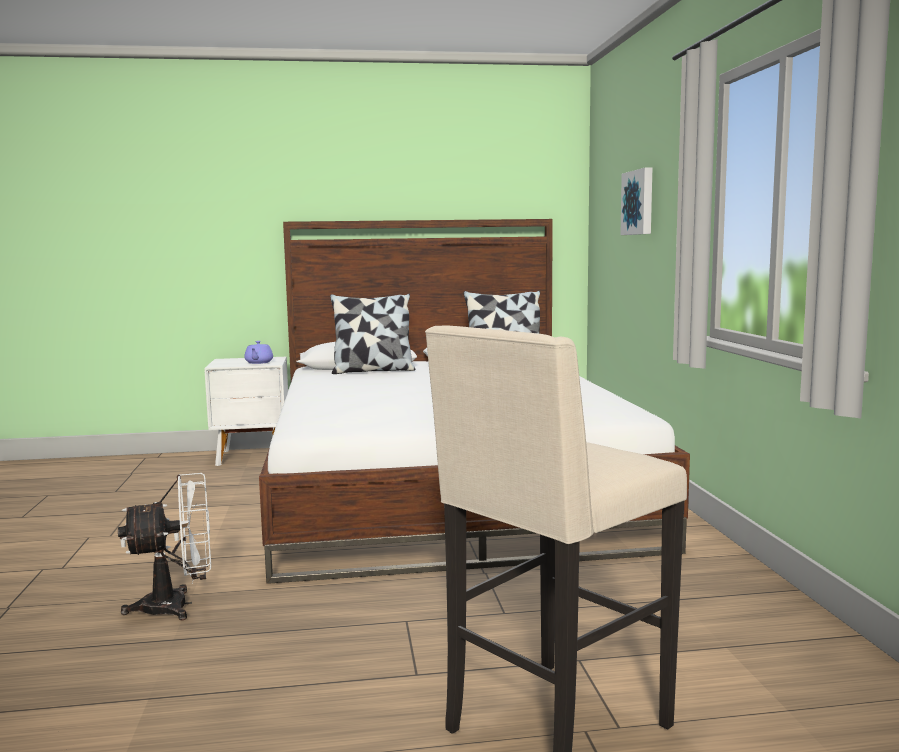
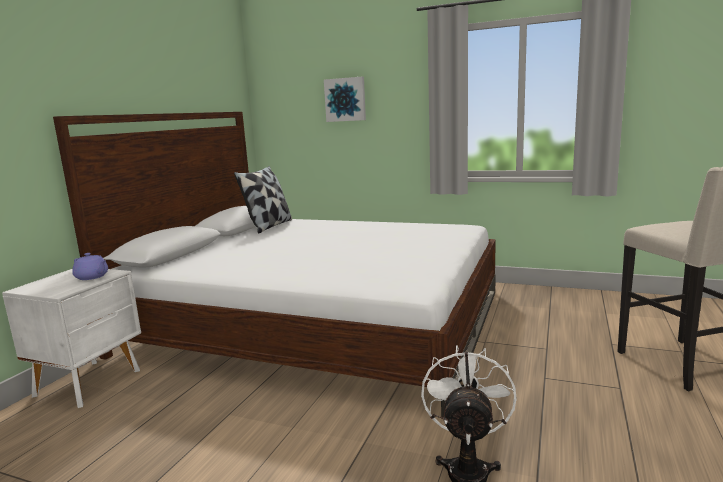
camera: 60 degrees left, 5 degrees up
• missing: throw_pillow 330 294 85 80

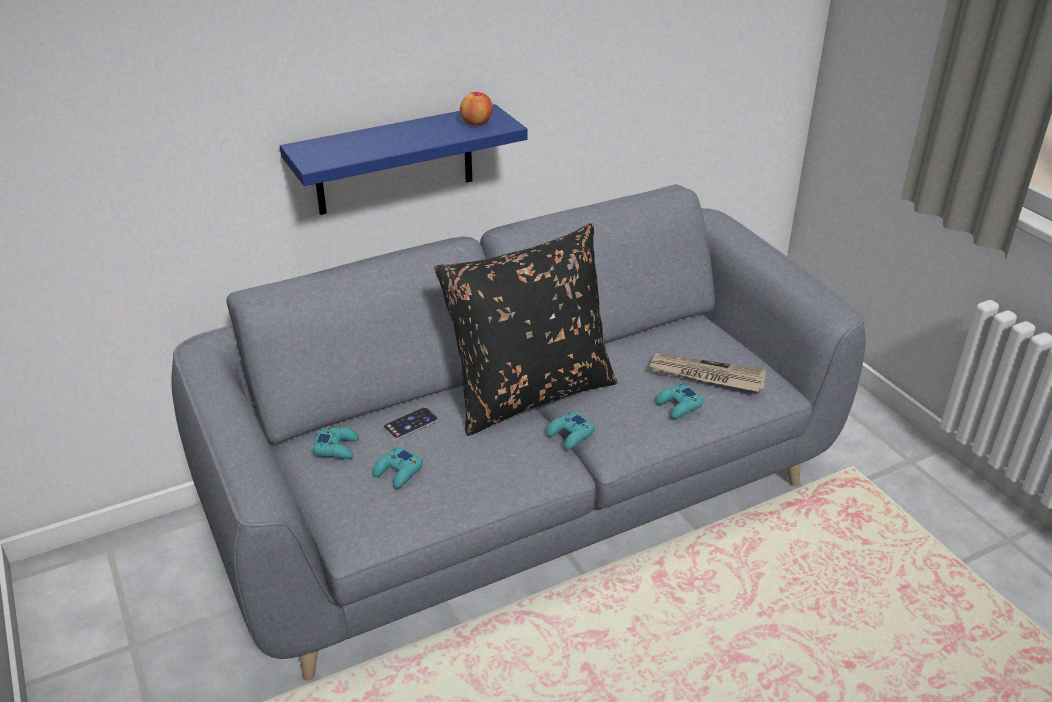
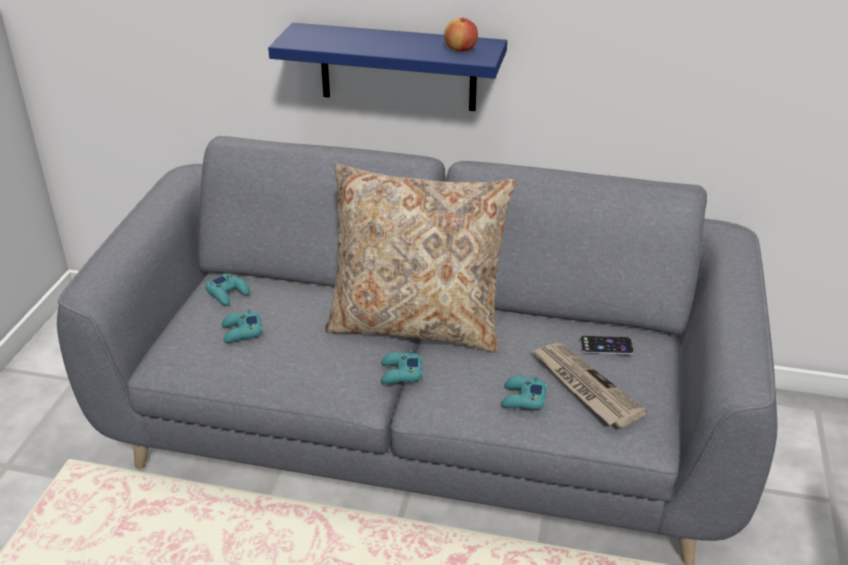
camera: 40 degrees right, 0 degrees up
• relocated: telephone 383 407 55 32 to 580 336 54 19
• colour: blackish_throw_pillow 434 223 183 213 to sand-coloured_throw_pillow 325 164 191 189

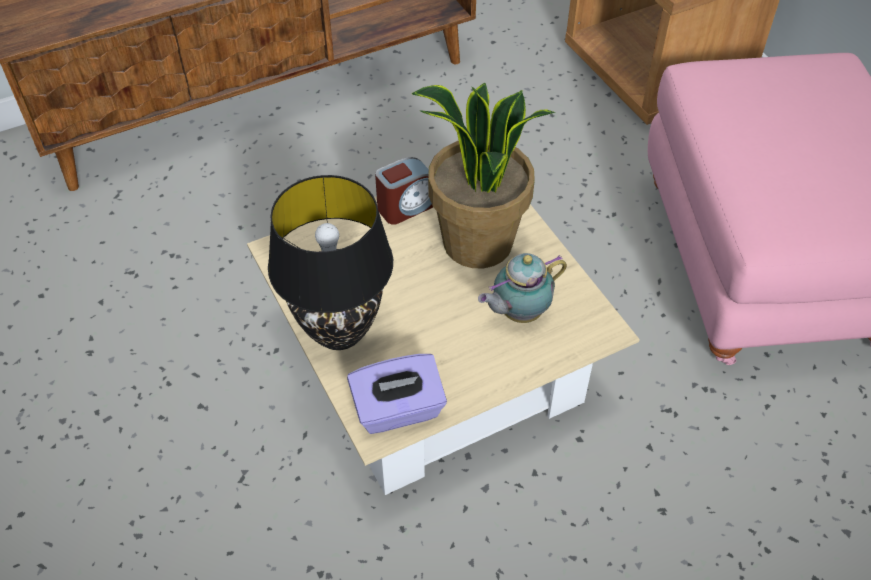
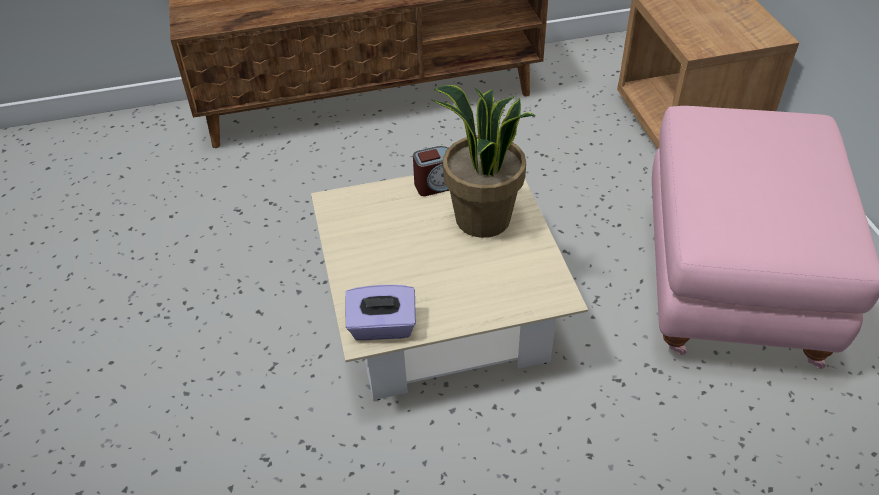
camera: 15 degrees right, 5 degrees down
• missing: blackish_lamp_for_a_table 268 175 125 175
• missing: teapot 478 253 89 70

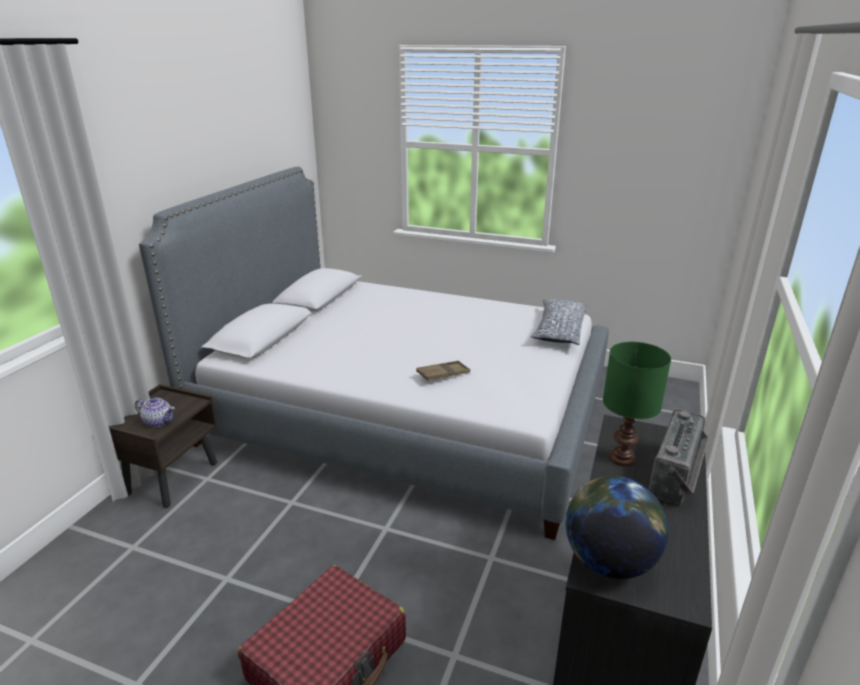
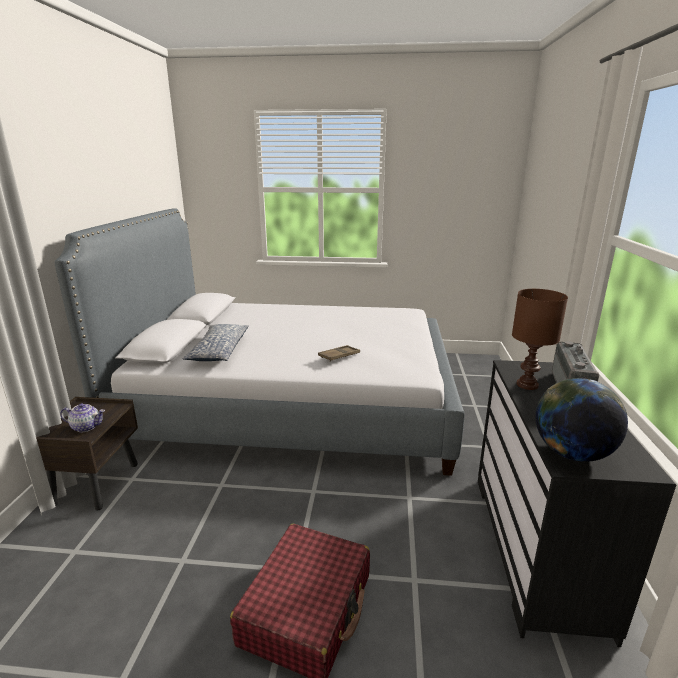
camera: 15 degrees left, 5 degrees down
• relocated: throw_pillow 531 299 56 46 to 182 324 67 37
• colour: green-coloured_lamp_for_a_table 603 342 68 124 to brown-coloured_lamp_for_a_table 512 289 56 101

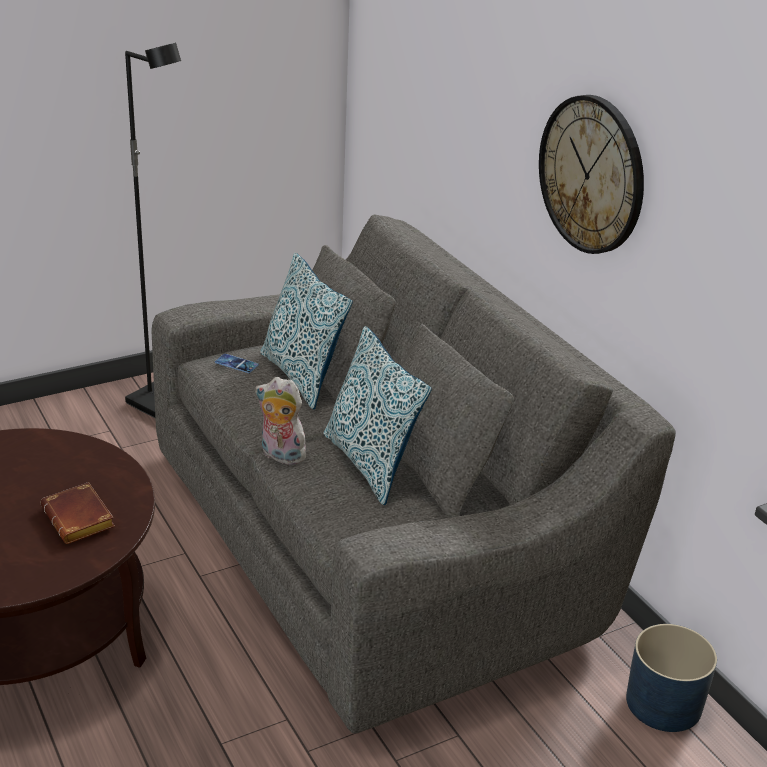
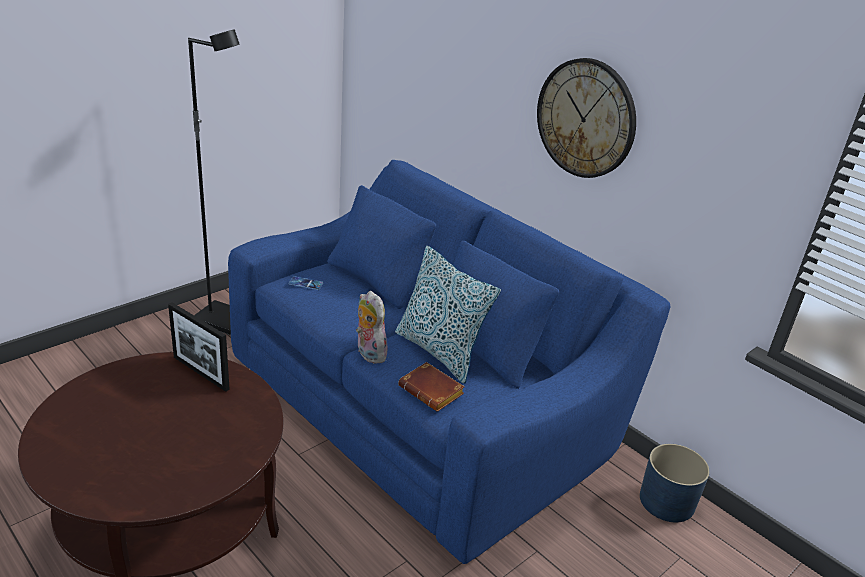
camera: 15 degrees left, 0 degrees up
• relocated: brown-coloured_book 41 482 74 62 to 398 362 67 49
• colour: gray_couch 151 215 525 518 to blue_couch 228 160 443 404
• spun: cuddly_toy 255 377 51 88 = 356 291 31 73 45 degrees clockwise
• missing: throw_pillow 260 253 93 156
• appeared: picture_frame 168 302 62 90

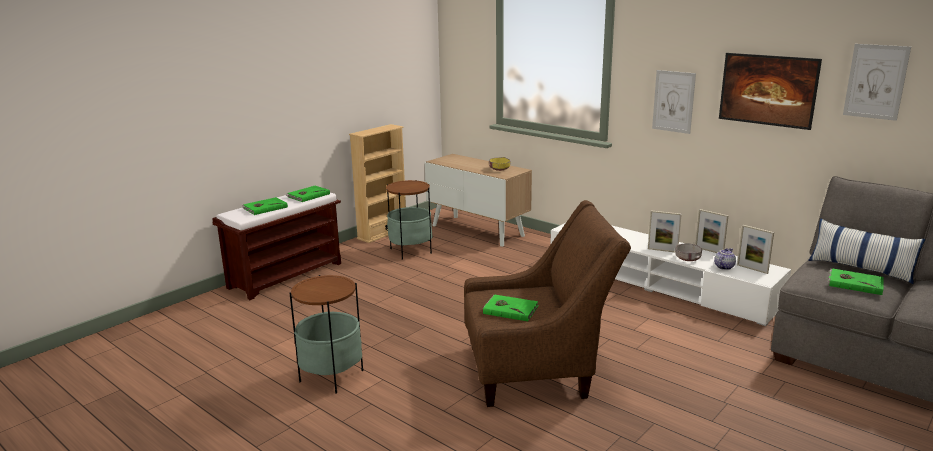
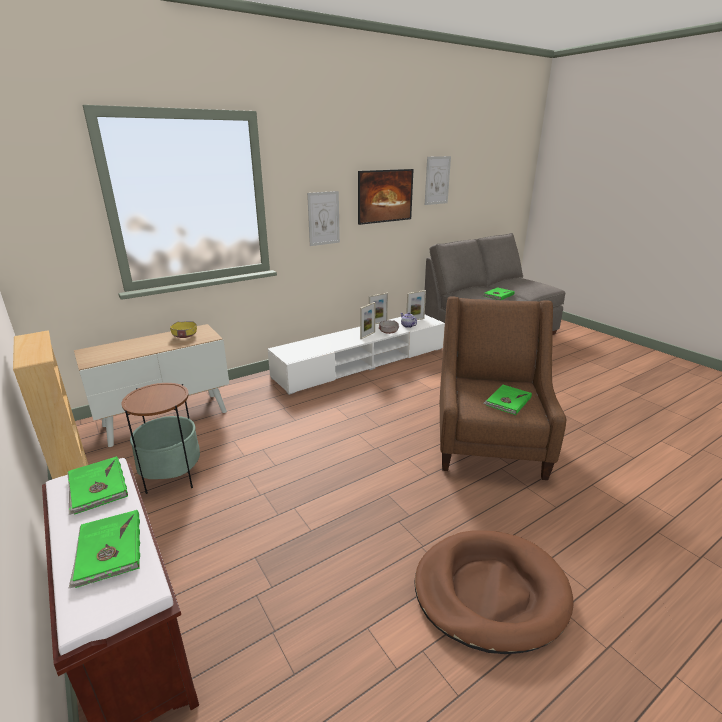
camera: 75 degrees left, 5 degrees up
• exchanged: accent_table 290 275 74 119 to brown-coloured_dog_bed 415 530 158 124
• missing: throw_pillow 808 218 117 66

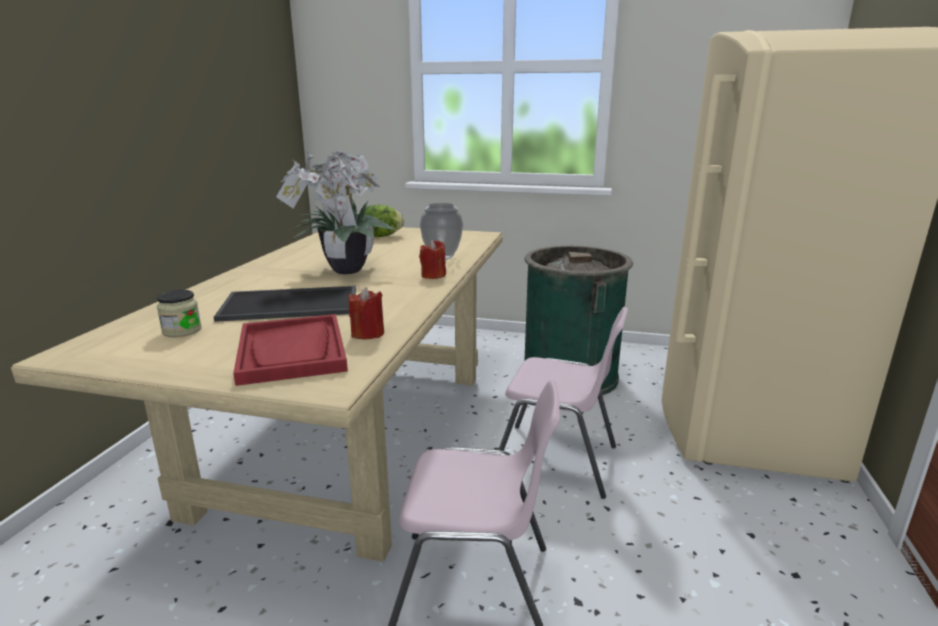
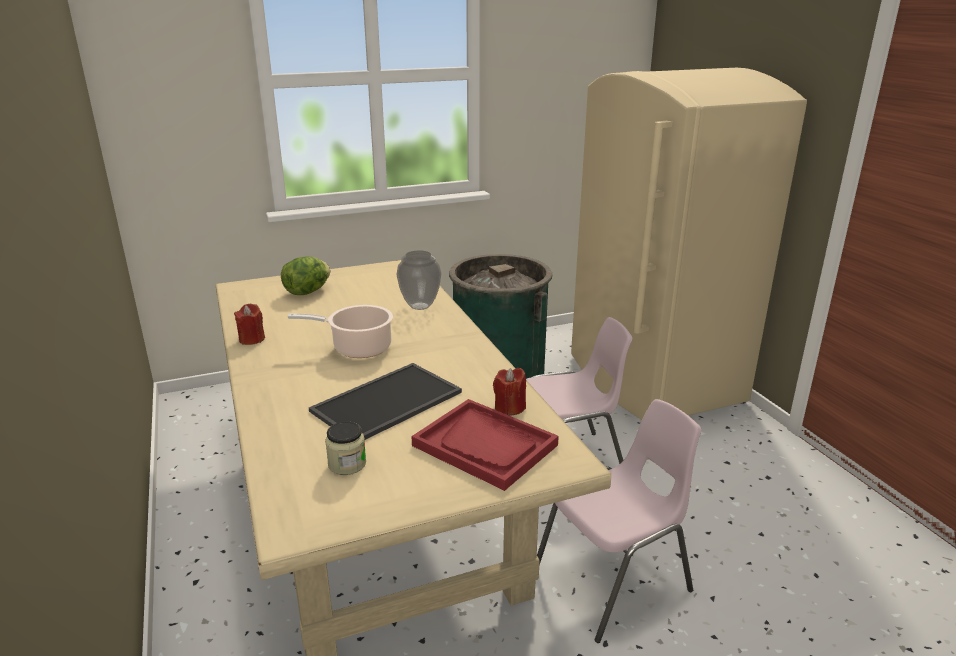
camera: 35 degrees left, 5 degrees up
• exchanged: plant_in_a_pot 276 148 120 126 to cooking_pot 288 305 105 53
• relocated: red-coloured_wax_light 419 240 27 39 to 234 304 31 41

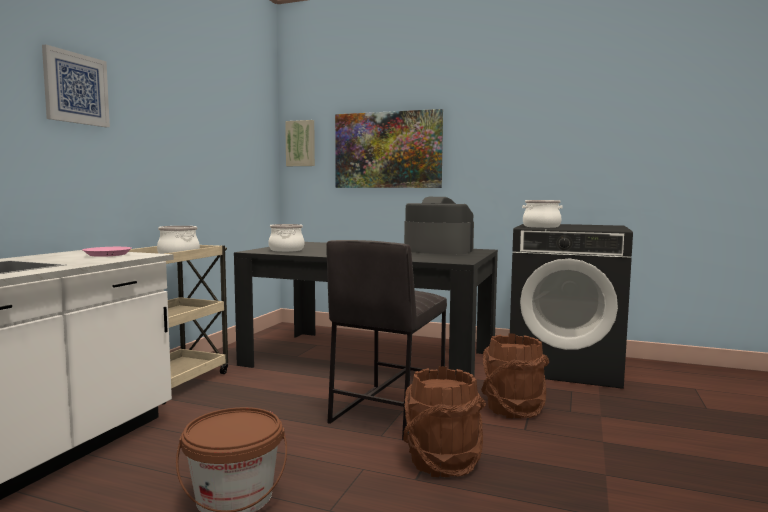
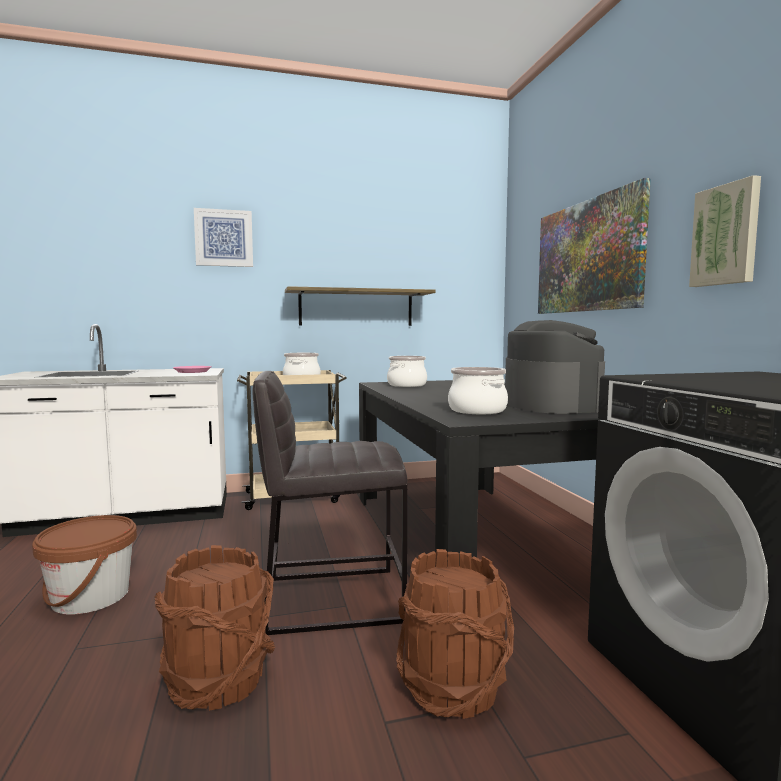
camera: 55 degrees right, 0 degrees up
• relocated: wall_picture 285 120 30 46 to 689 175 72 112
• relocated: cooking_pot 522 200 41 28 to 448 367 60 47
• appeared: wall_shelf 285 286 151 40

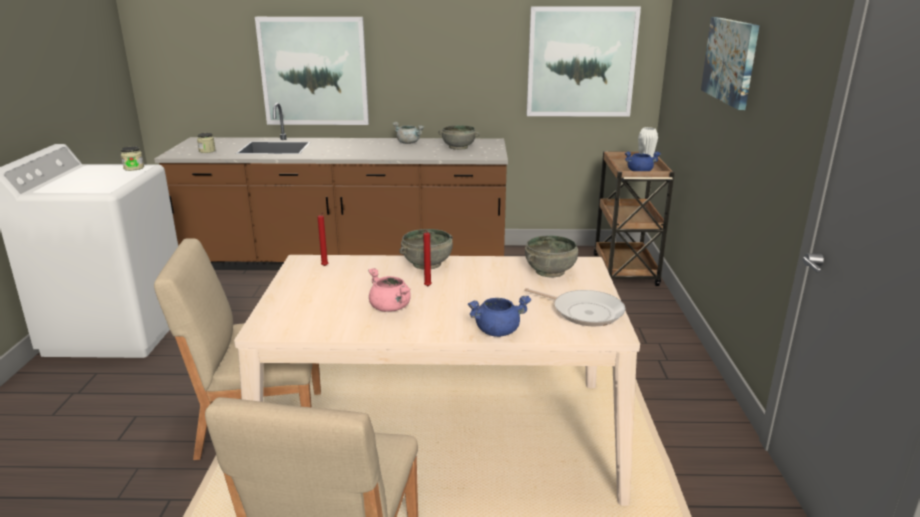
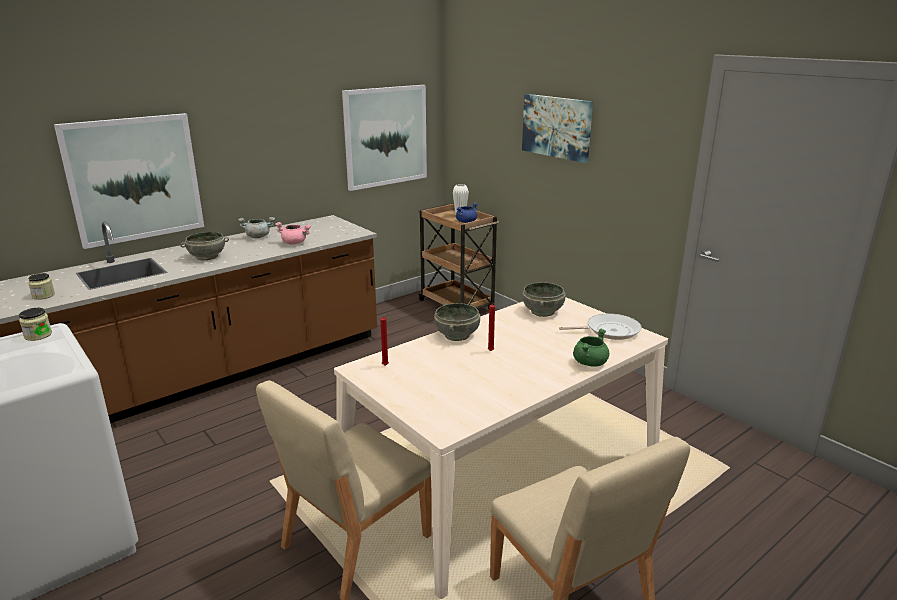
camera: 40 degrees left, 0 degrees up
• relocated: pink_cooking_pot 368 268 43 44 to 275 222 36 23
• relocated: gray_deep_dish 438 125 42 25 to 180 232 49 28
• colour: blue_cooking_pot 468 296 63 41 to green-coloured_cooking_pot 573 329 36 38

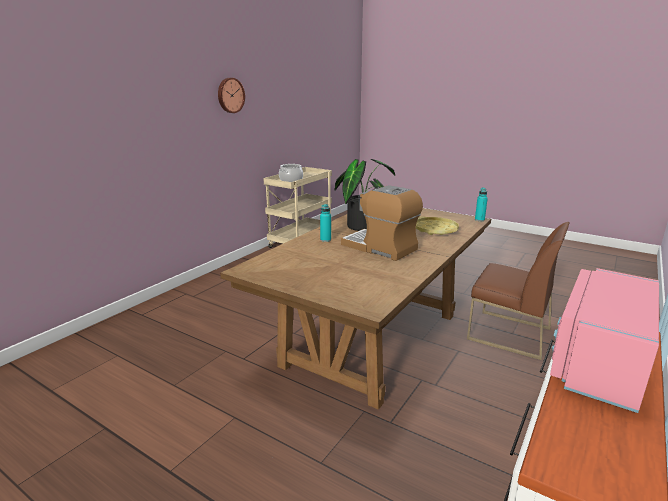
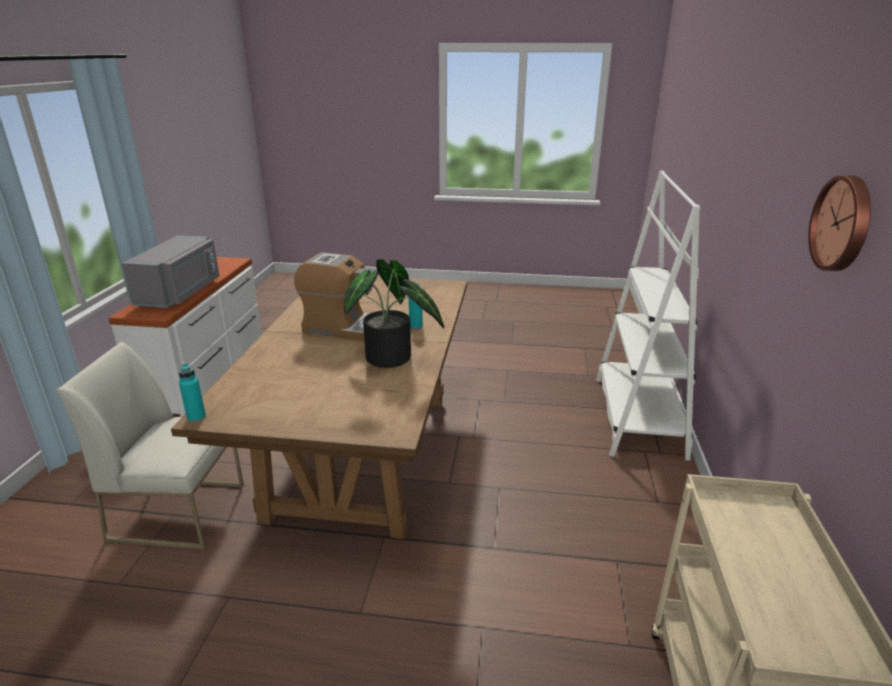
camera: 155 degrees right, 5 degrees up
• missing: cooking_pot 279 164 24 18
• missing: yellow_carrying_tray 416 217 43 18
• colour: brown-coloured_upright_chair 467 222 103 138 to white-coloured_upright_chair 57 342 187 208
• colour: pink_microwave 550 268 109 145 to gray_microwave 122 236 97 72
• appeared: white-coloured_bookcase 596 170 104 291

